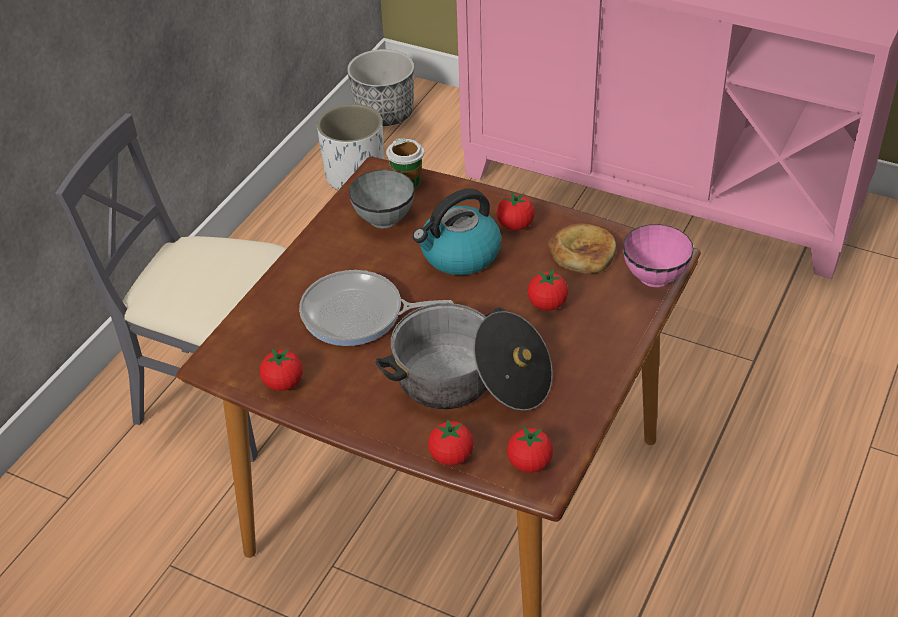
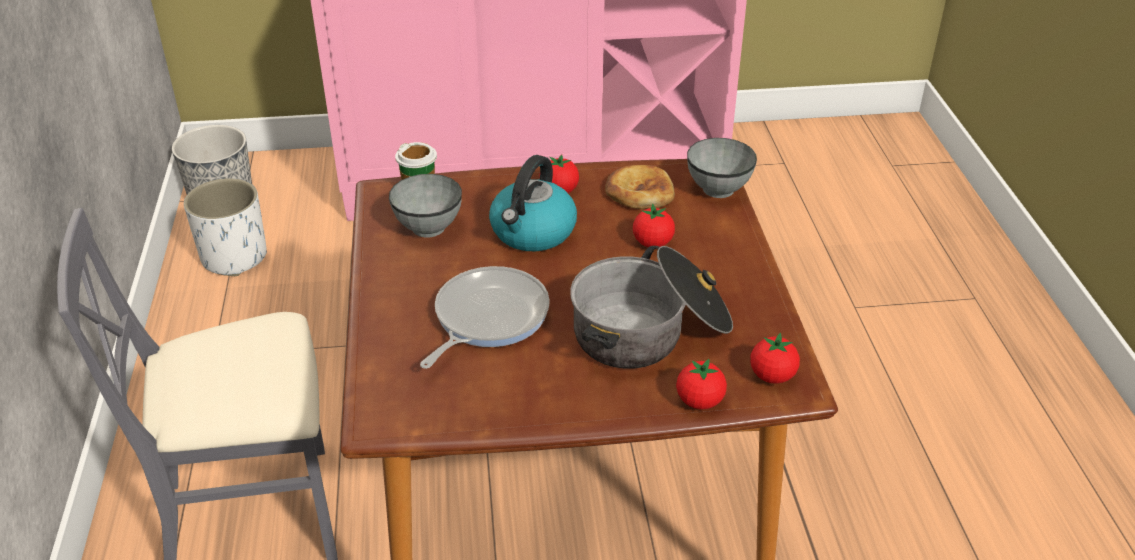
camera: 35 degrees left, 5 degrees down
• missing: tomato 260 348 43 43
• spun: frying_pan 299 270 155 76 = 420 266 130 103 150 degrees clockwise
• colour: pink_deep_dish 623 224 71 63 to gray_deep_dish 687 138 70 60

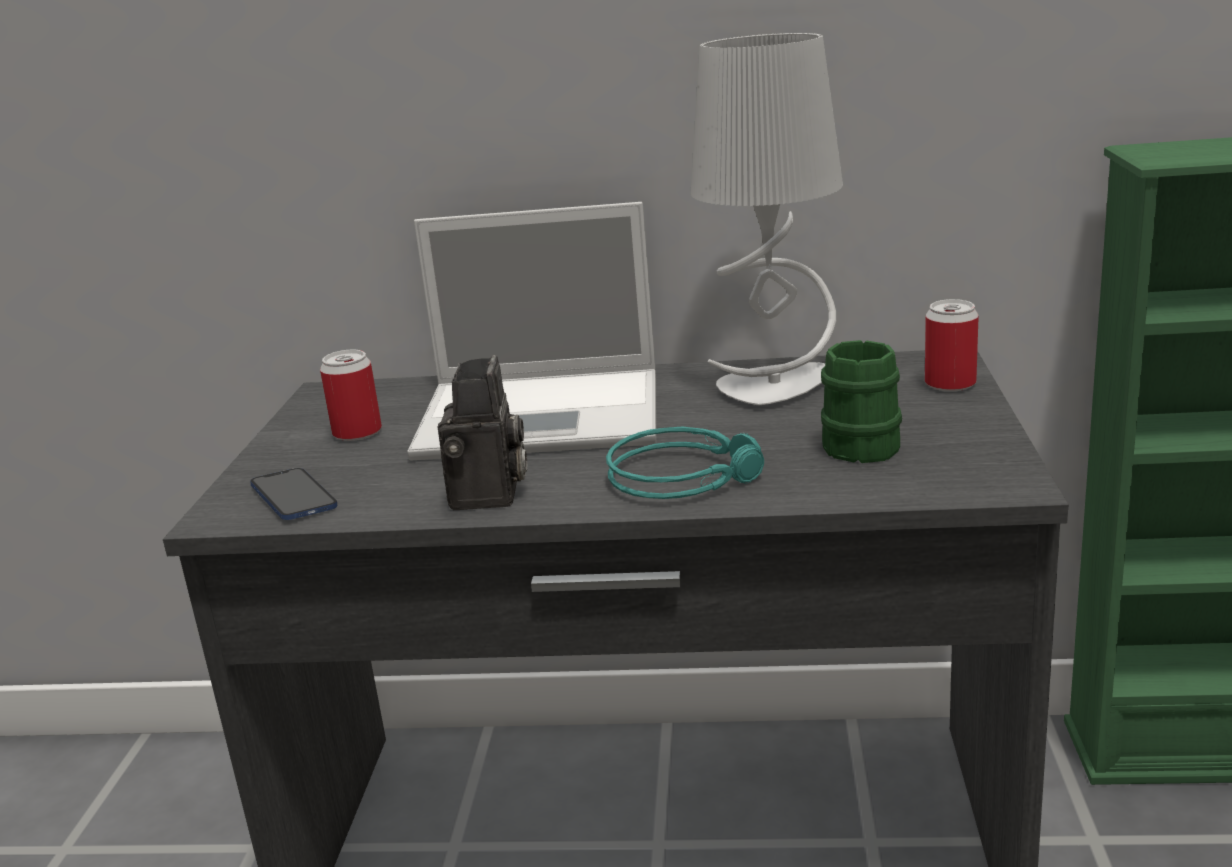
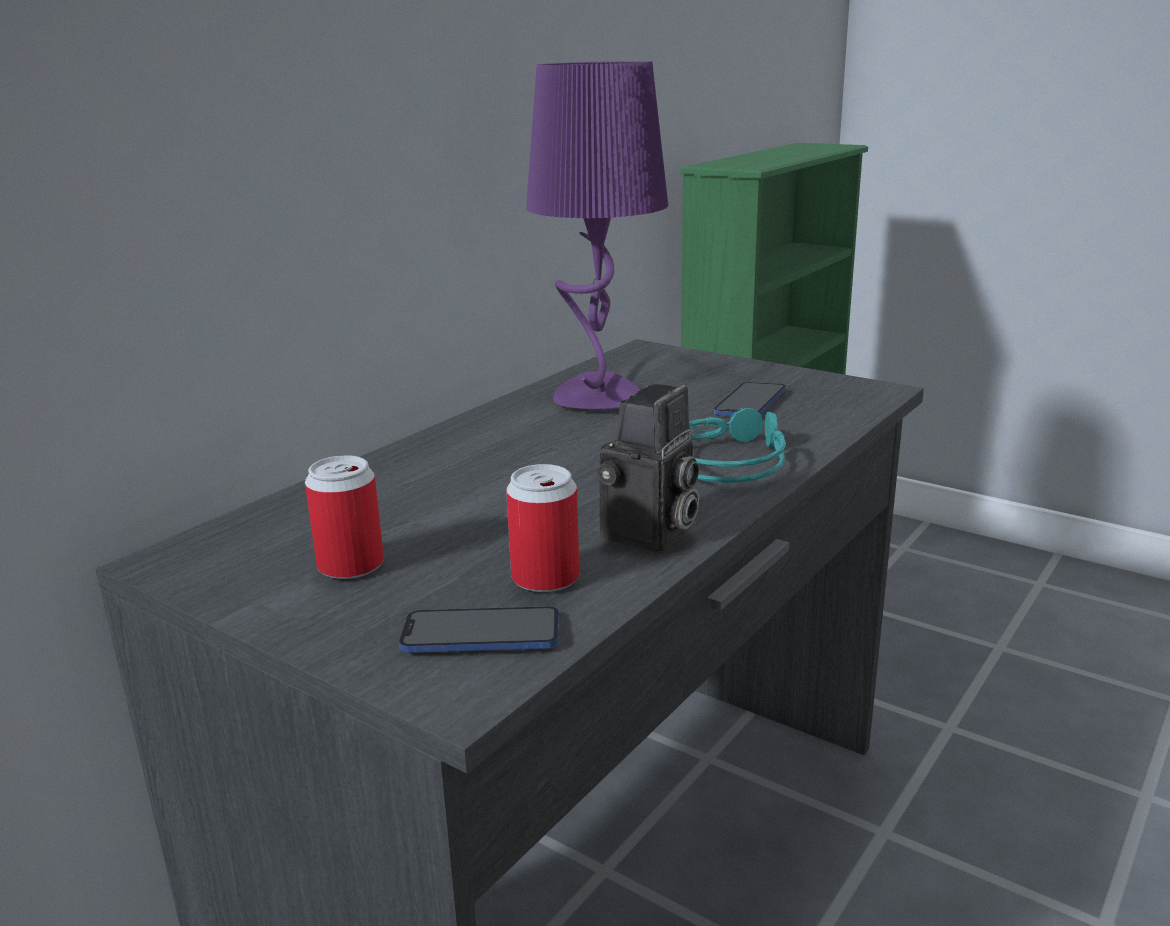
camera: 60 degrees left, 0 degrees up
• missing: portable_computer 407 202 249 259
• spun: still_camera 438 355 89 155 = 597 384 102 170 90 degrees clockwise
• colour: gray_lamp_for_a_table 691 33 152 372 to purplish_lamp_for_a_table 526 61 142 348
• exchanged: green-coloured_tea_mug 821 340 81 123 to telephone 714 382 72 34
• relocated: metal_can 925 299 54 92 to 506 464 74 128

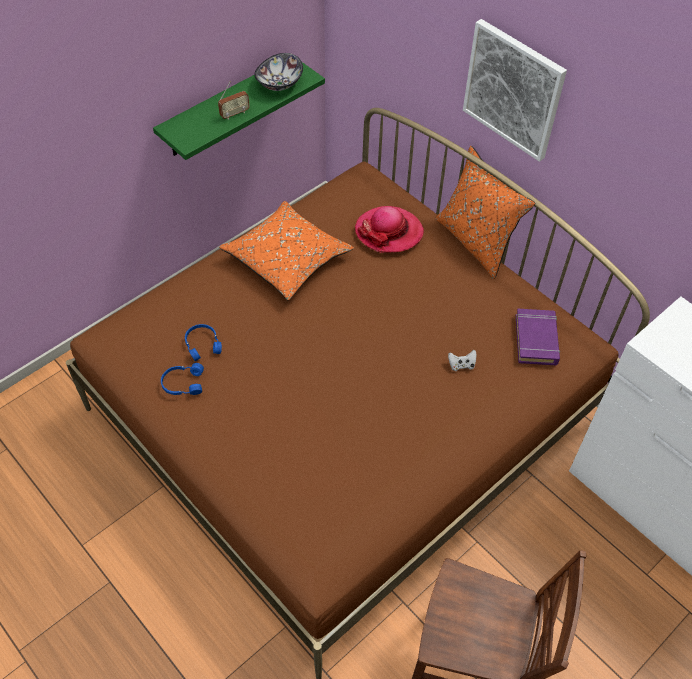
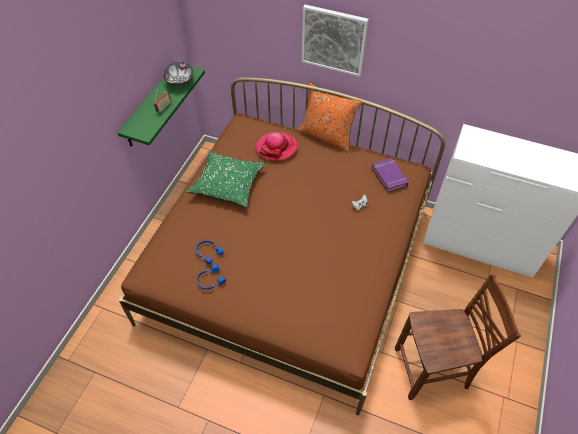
camera: 25 degrees left, 0 degrees up
• colour: orange_throw_pillow 219 201 135 100 to green-coloured_throw_pillow 187 151 79 56

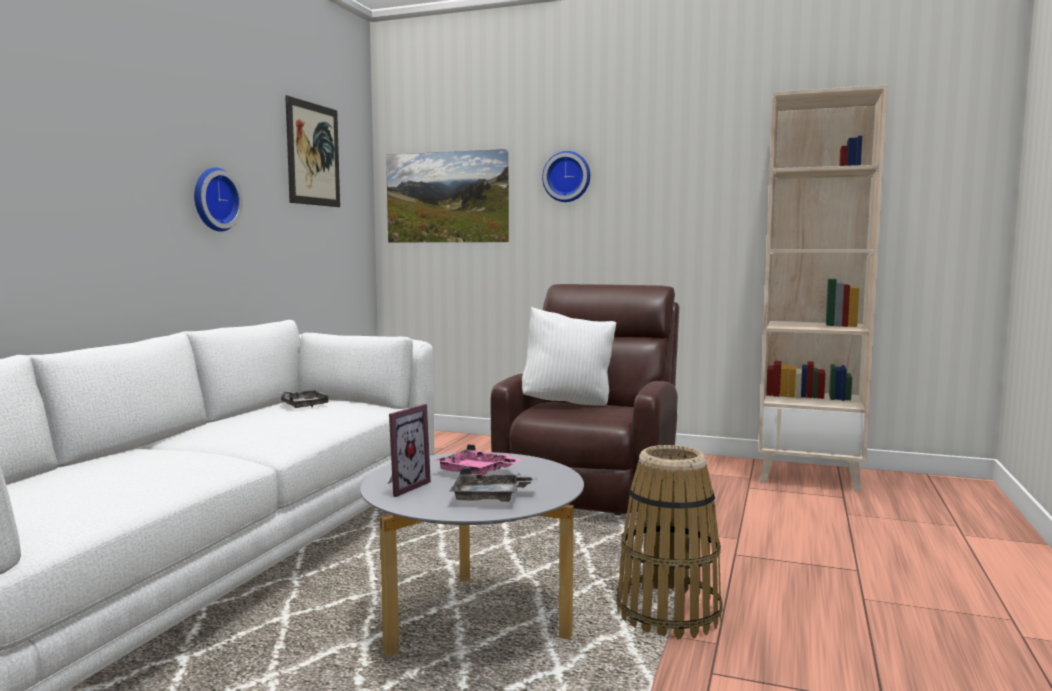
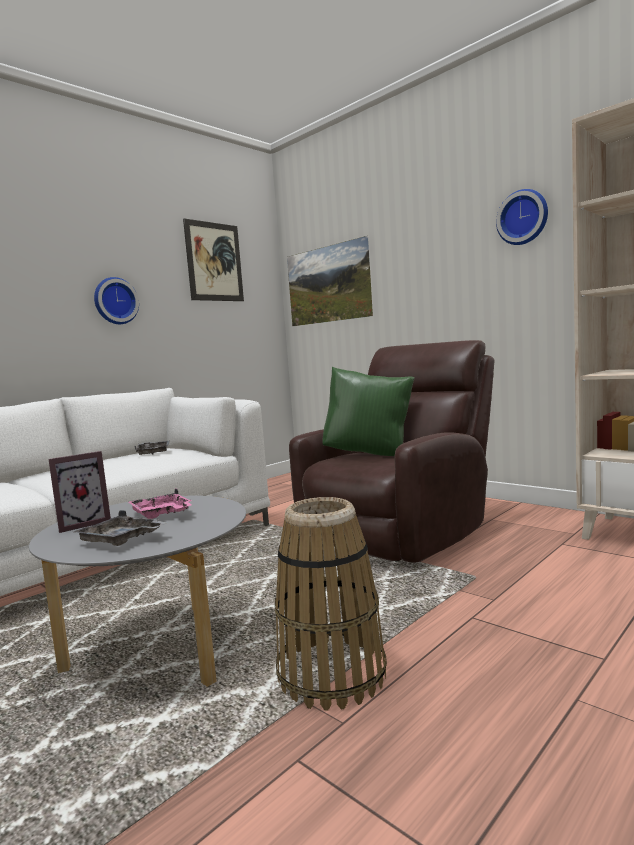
camera: 25 degrees right, 0 degrees up
• colour: white-coloured_throw_pillow 522 307 94 99 to green-coloured_throw_pillow 322 367 93 89
• relocated: hanging_clock 542 151 48 51 to 496 189 52 56

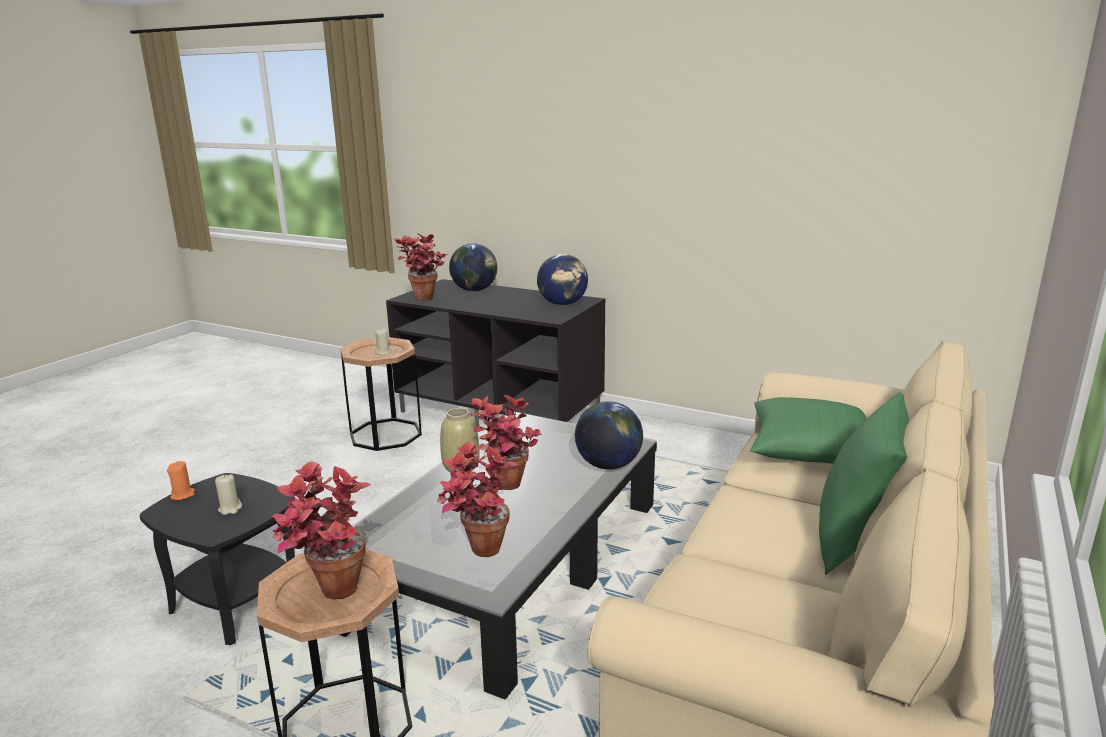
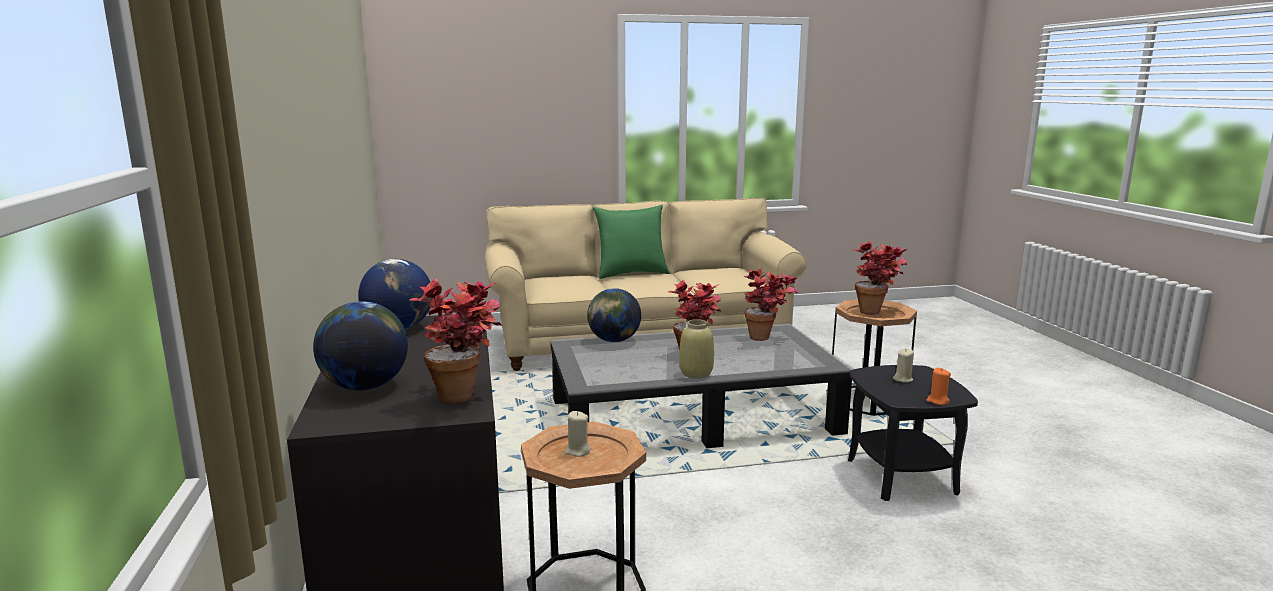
camera: 130 degrees left, 5 degrees down
• missing: green-coloured_throw_pillow 750 397 116 67

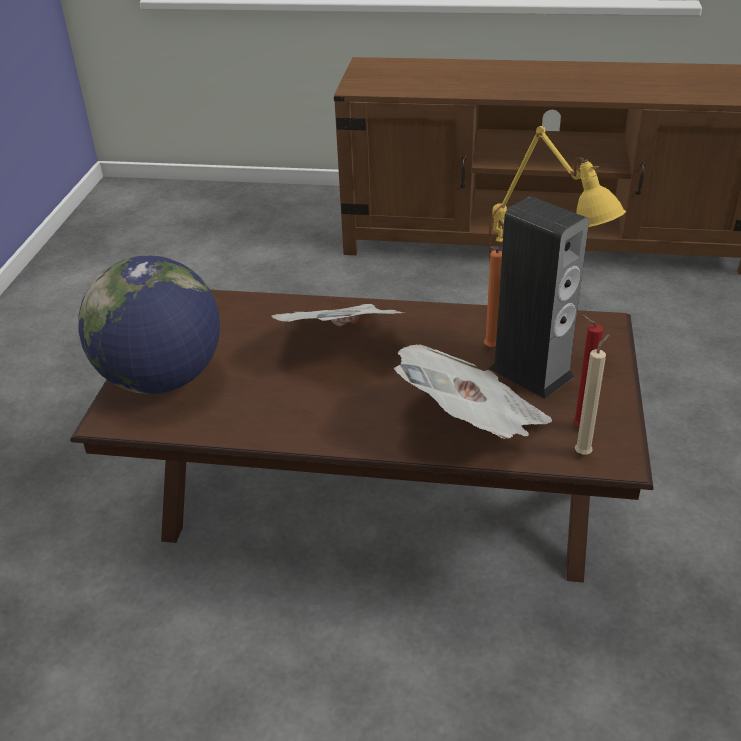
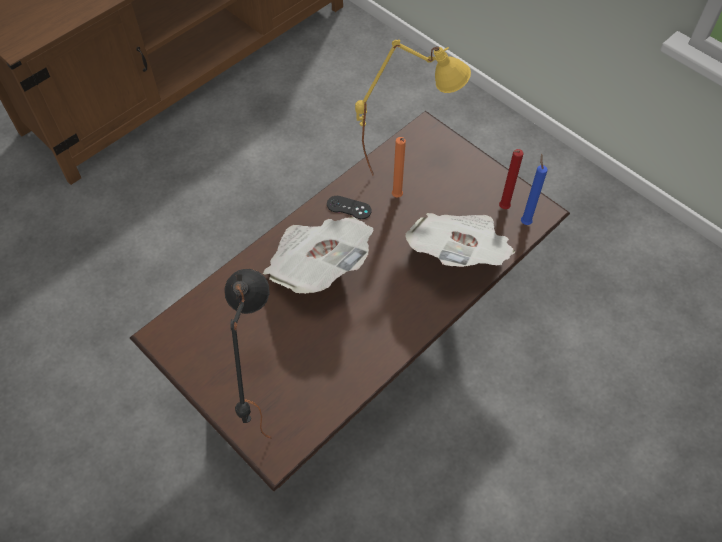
camera: 55 degrees left, 20 degrees up
• exchanged: desk_globe 78 256 142 138 to blackish_lamp_for_a_table 224 269 47 170
• missing: audio_speaker 489 196 100 203
• colour: sand-coloured_wax_light 575 334 34 121 to blue_wax_light 521 154 27 71
• appeared: blackish_joypad 327 196 45 23

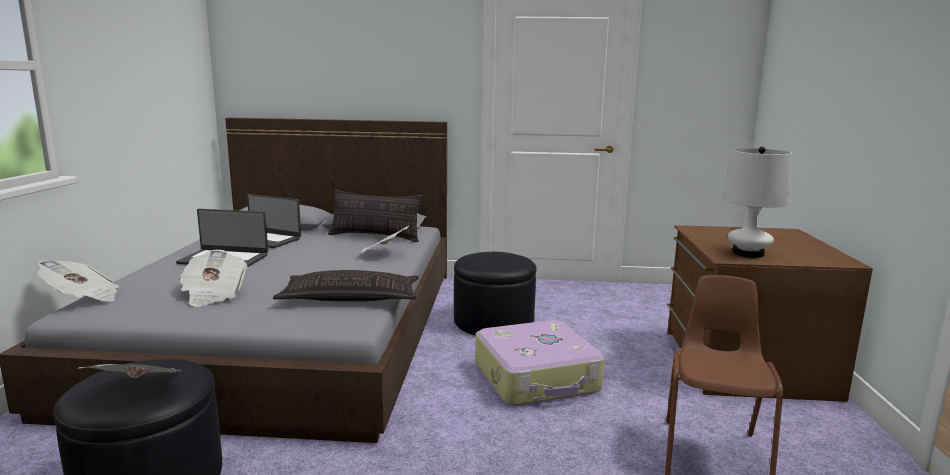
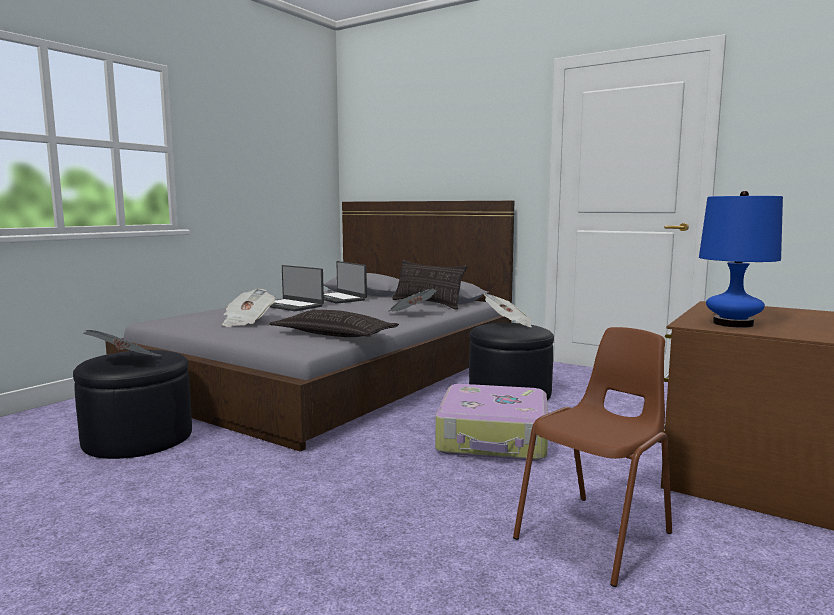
camera: 30 degrees right, 5 degrees down
• relocated: printed_paper 37 260 82 42 to 484 293 48 35
• colour: white-coloured_lamp_for_a_table 723 147 69 111 to blue_lamp_for_a_table 699 191 84 137

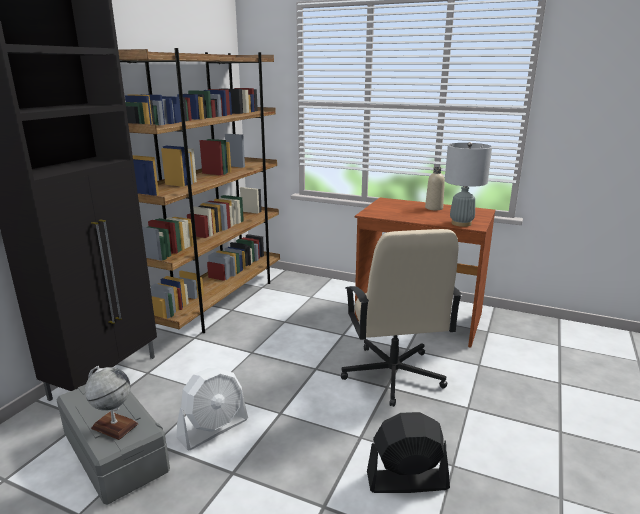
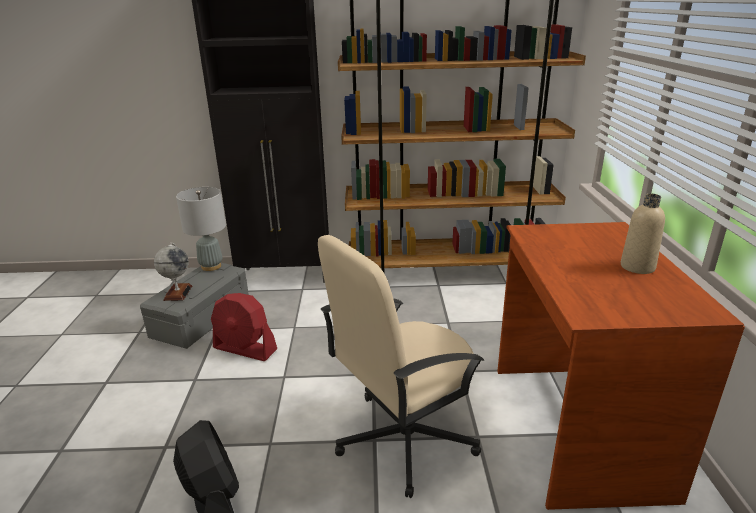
camera: 65 degrees right, 5 degrees up
• colour: white-coloured_fan 176 368 72 82 to red-coloured_fan 211 293 66 68
• relocated: gray_lamp_for_a_table 445 142 47 85 to 176 187 50 84

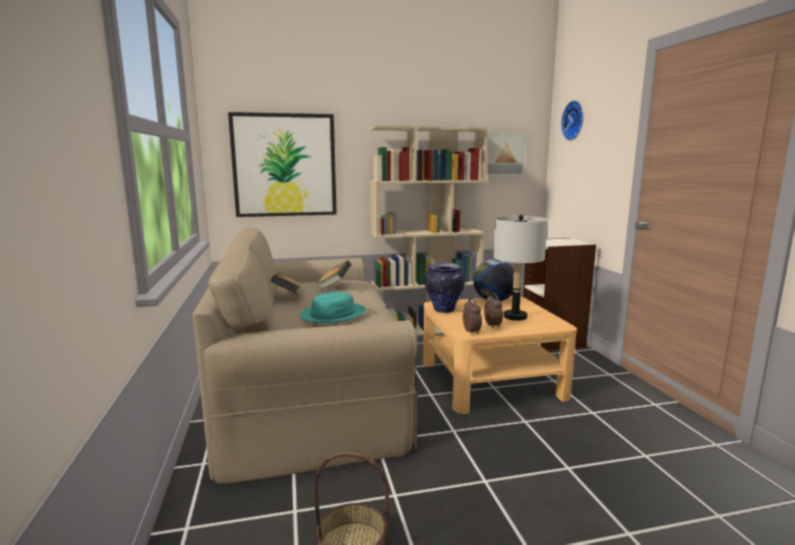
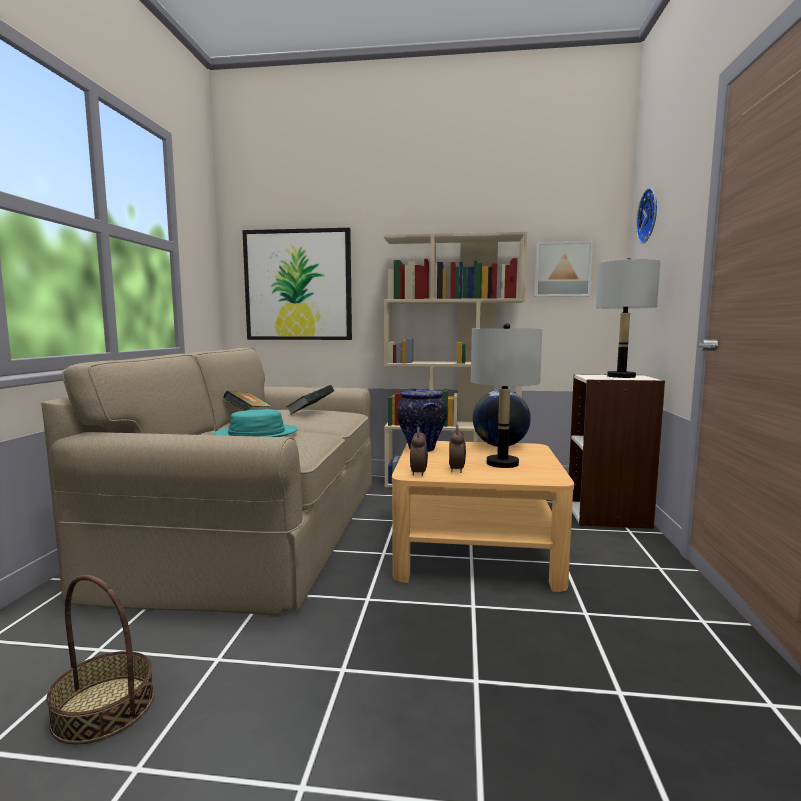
camera: 20 degrees right, 5 degrees down
• appeared: gray_lamp_for_a_table 596 258 64 120

